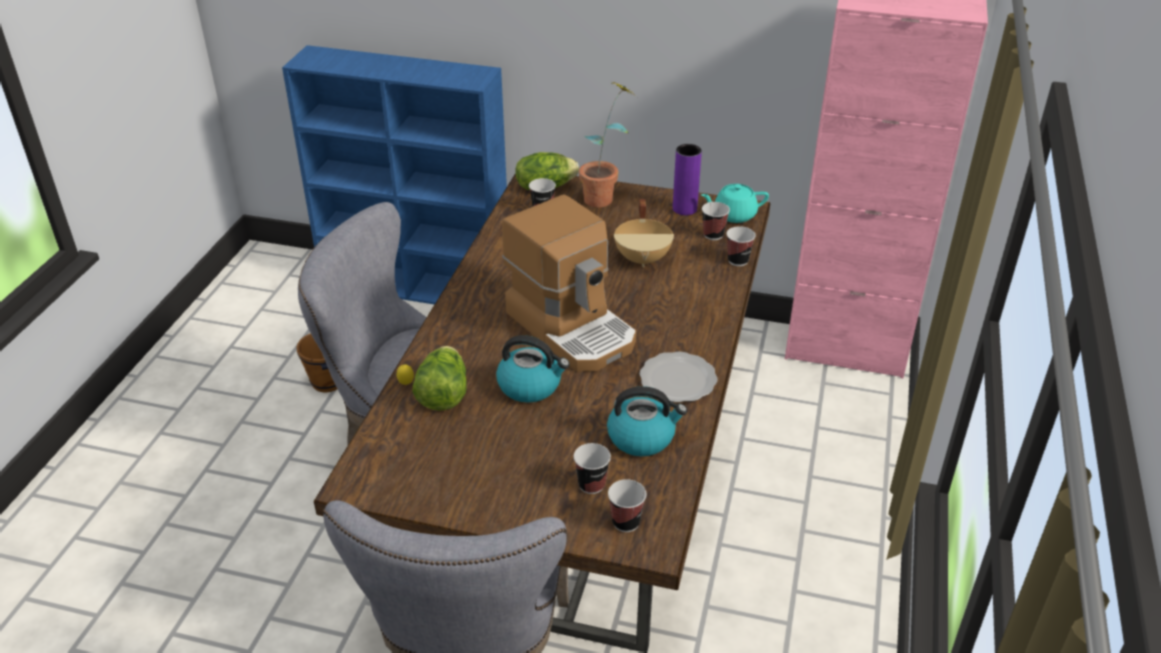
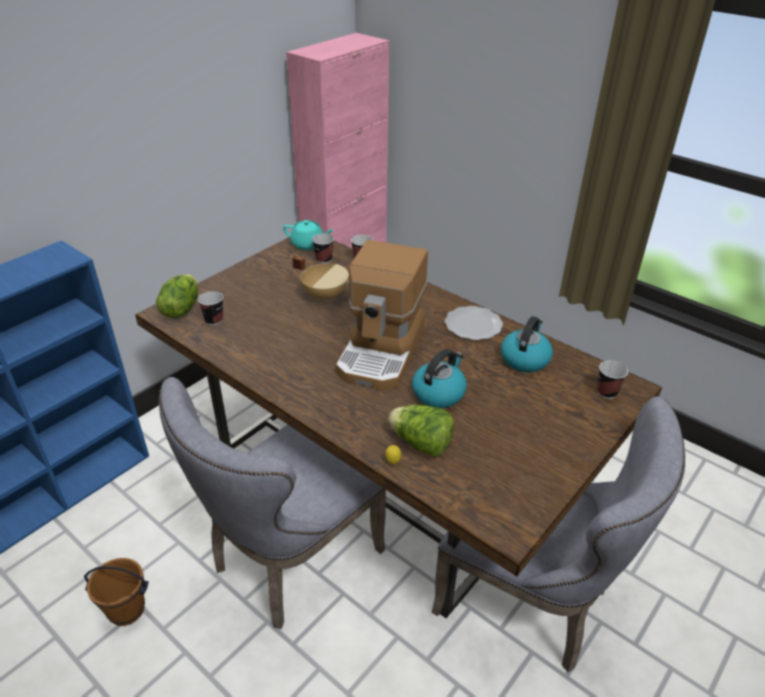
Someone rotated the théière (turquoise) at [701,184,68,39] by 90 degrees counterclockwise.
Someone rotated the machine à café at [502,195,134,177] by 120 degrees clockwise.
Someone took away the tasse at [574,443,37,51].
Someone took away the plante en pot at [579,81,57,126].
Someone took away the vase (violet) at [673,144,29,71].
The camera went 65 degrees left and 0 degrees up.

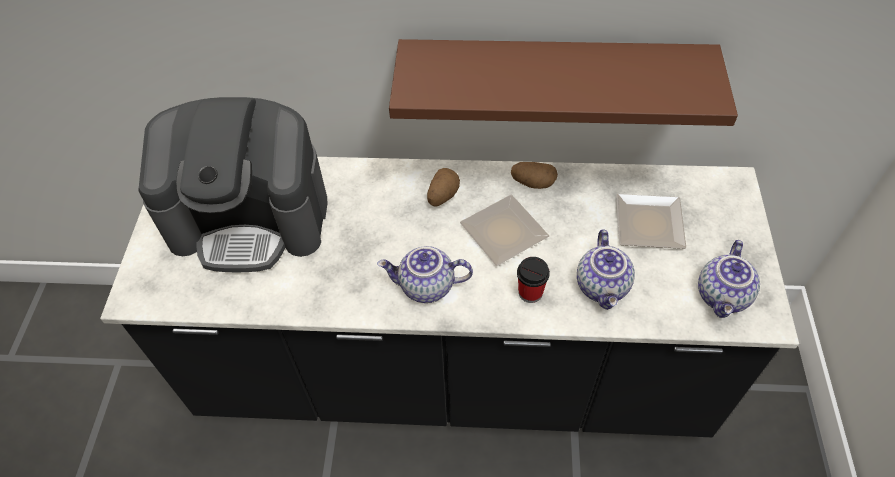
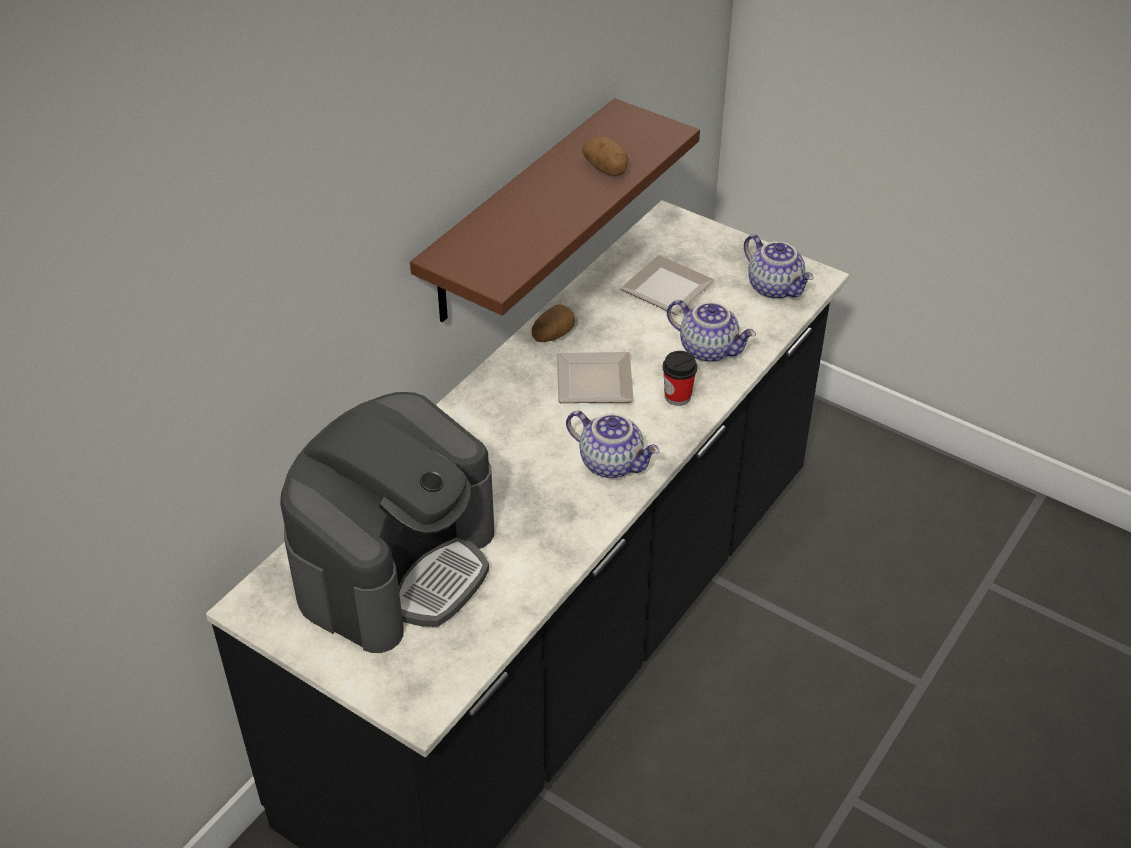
Someone rotated the théière at [377,246,96,57] by 90 degrees counterclockwise.
Someone carried the pomme de terre from [427,168,33,38] to [582,136,46,40].
The camera went 60 degrees left and 10 degrees down.

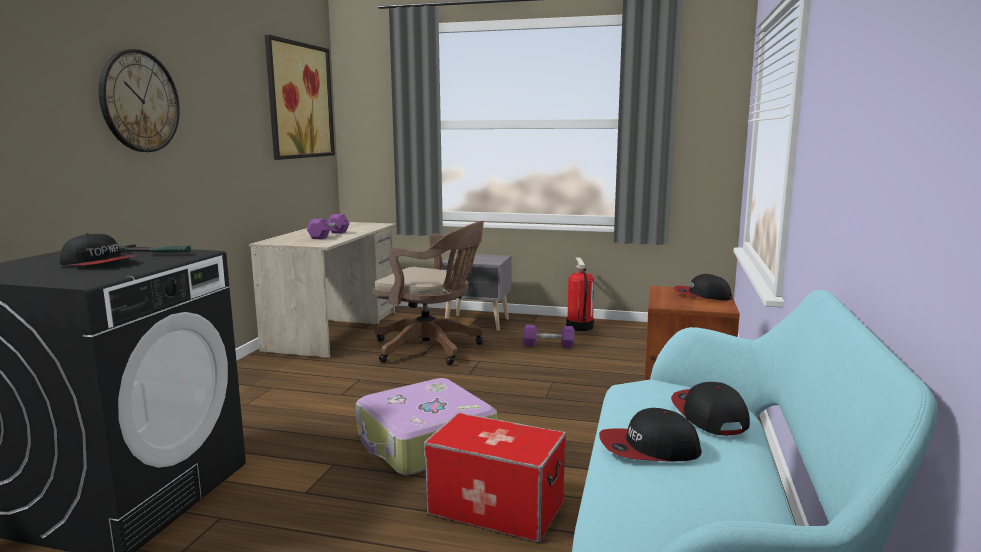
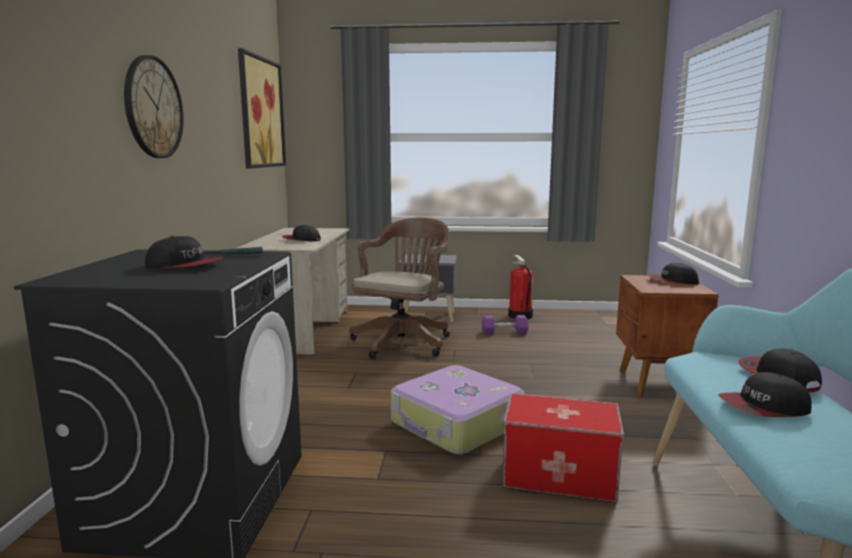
Someone swapped the haltère (violet) at [307,214,43,25] for the casquette at [282,225,39,17].
Someone rotated the chaise de bureau (marron) at [373,221,111,144] by 75 degrees counterclockwise.
The camera went 10 degrees left and 0 degrees up.

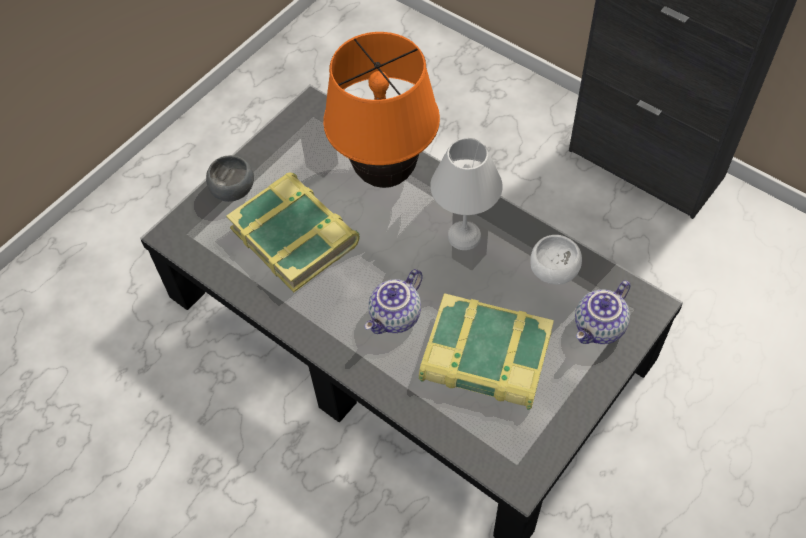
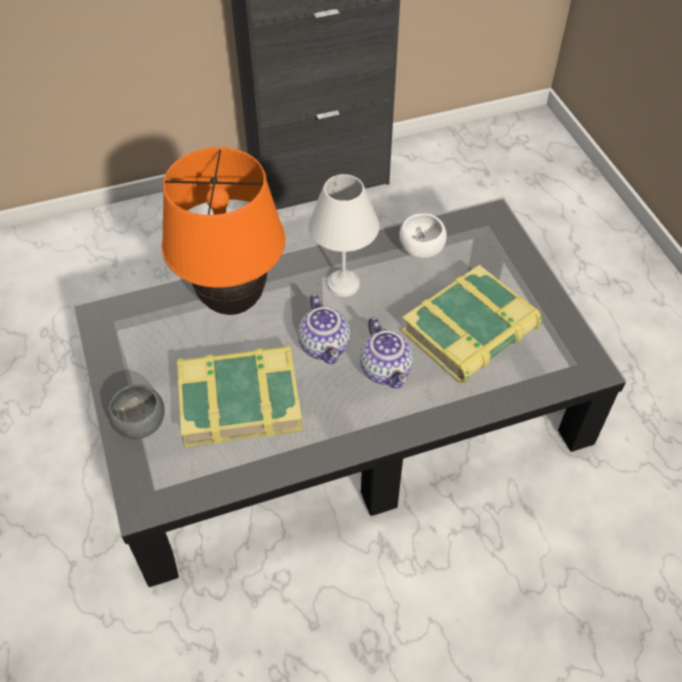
Someone carried the théière from [575,280,55,64] to [298,294,53,70].
The camera went 60 degrees left and 5 degrees down.

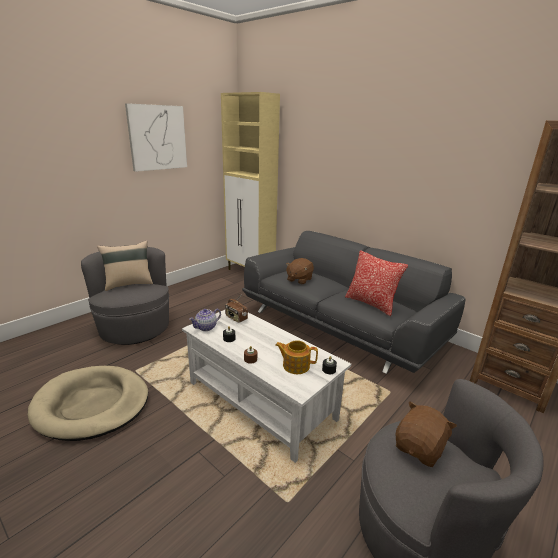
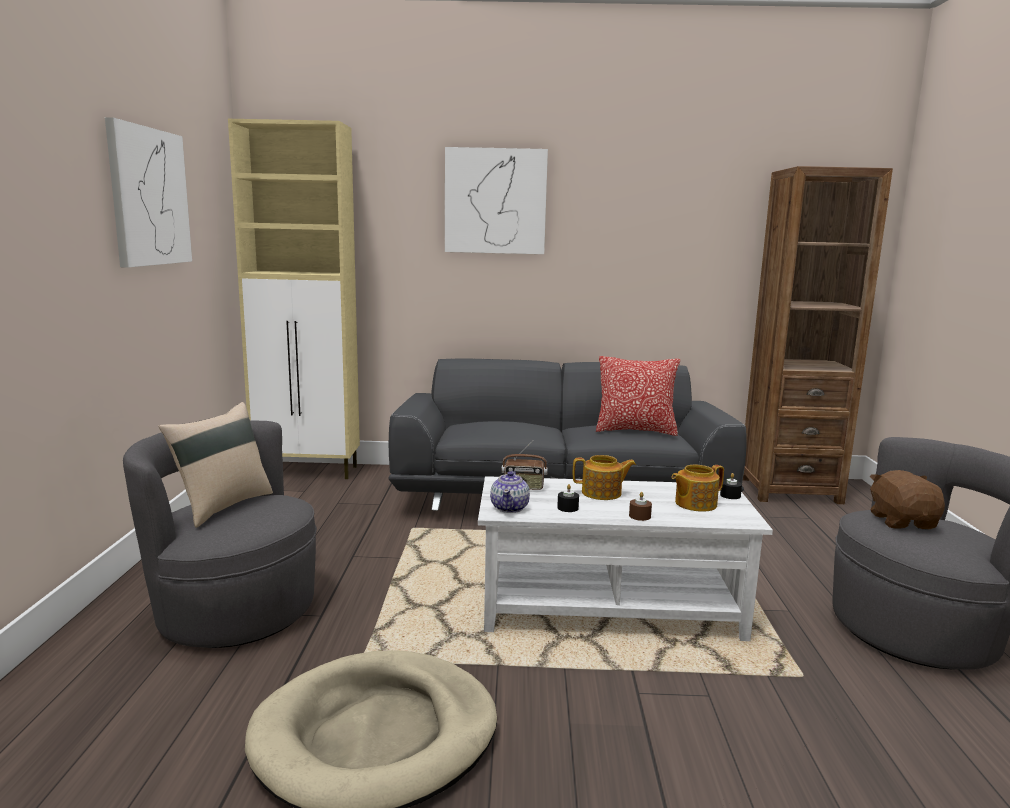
Someone put up the tableau at [445,147,103,107].
Someone put down the théière at [573,455,63,45].
Someone took away the peluche (marron) at [286,258,28,26].
The camera went 40 degrees left and 10 degrees down.

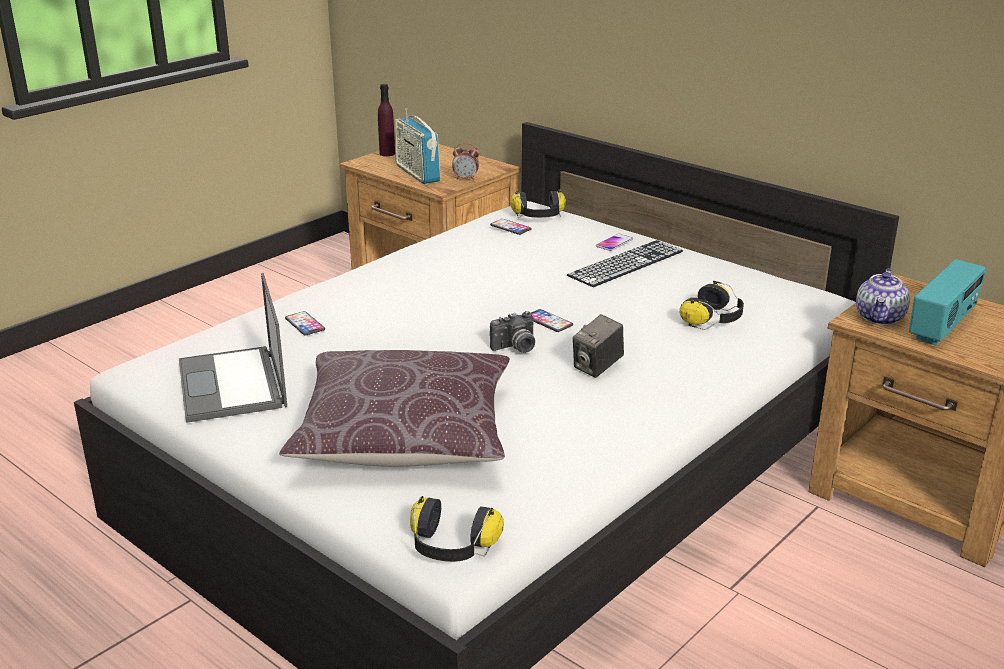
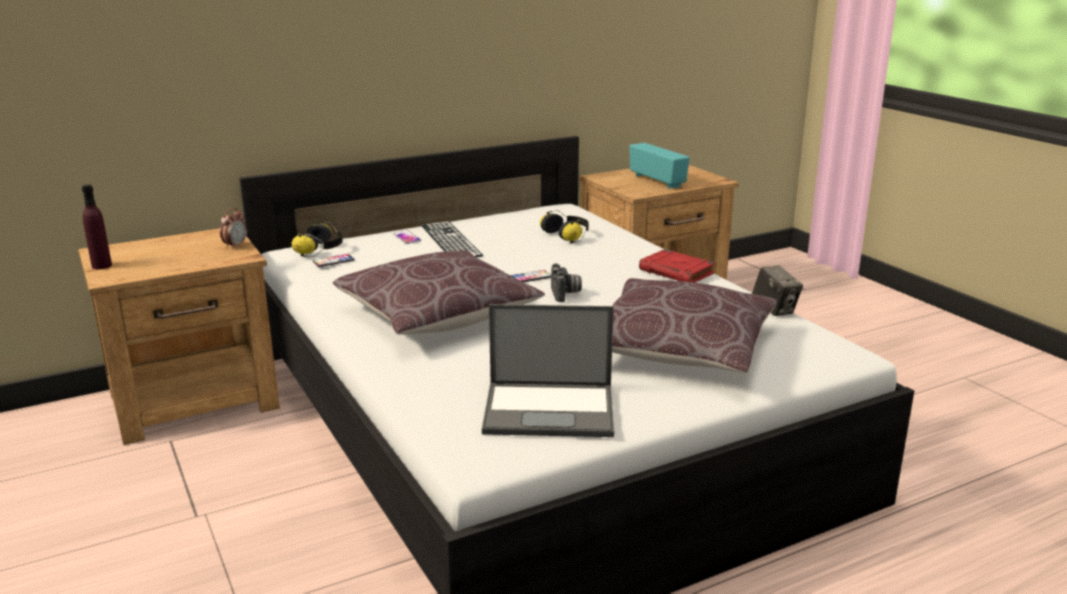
Someone put down the coussin (marron) at [333,250,212,85].
Someone put down the livre (rouge) at [639,249,76,34].
Someone carried the appareil photo from [573,314,51,64] to [752,265,51,51].
Someone took away the téléphone at [285,311,40,25].
Someone took away the radio at [395,108,46,76].
Someone took away the casque audio at [410,496,94,66].
Someone took away the théière at [856,269,54,56].
The camera went 70 degrees left and 5 degrees down.

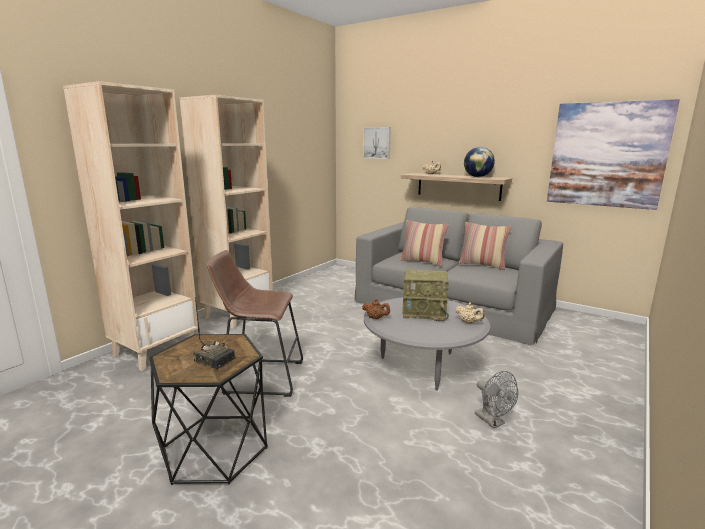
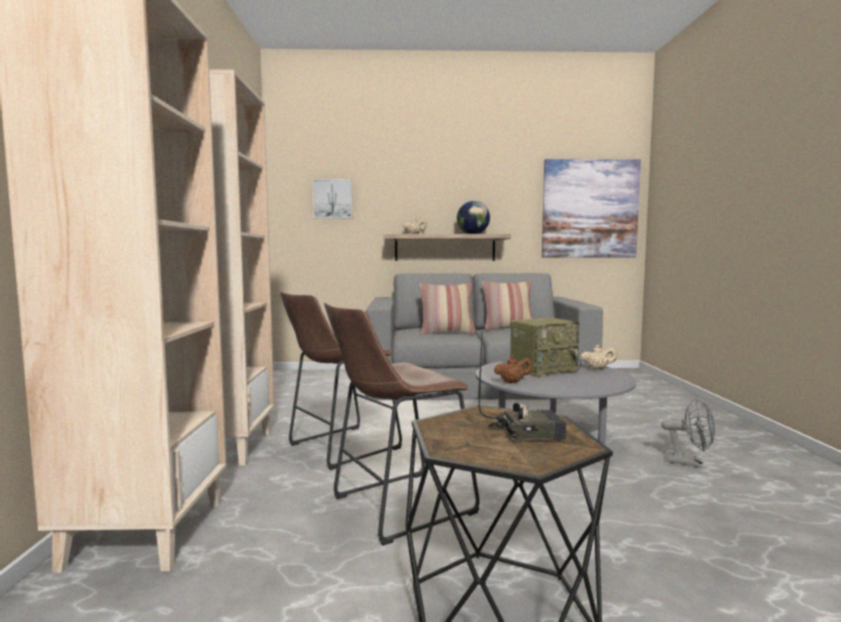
Someone put down the tabouret (marron) at [280,292,122,178].
The camera went 35 degrees left and 10 degrees down.

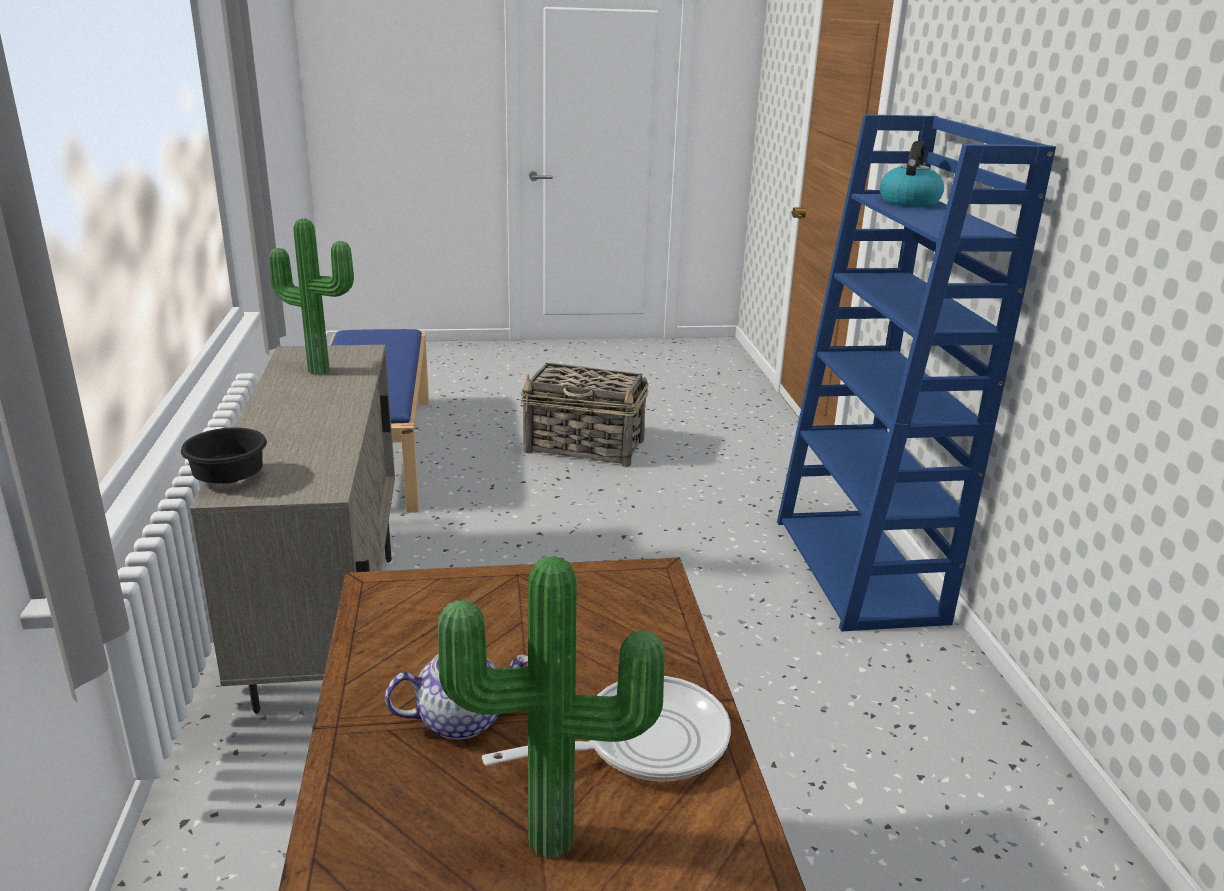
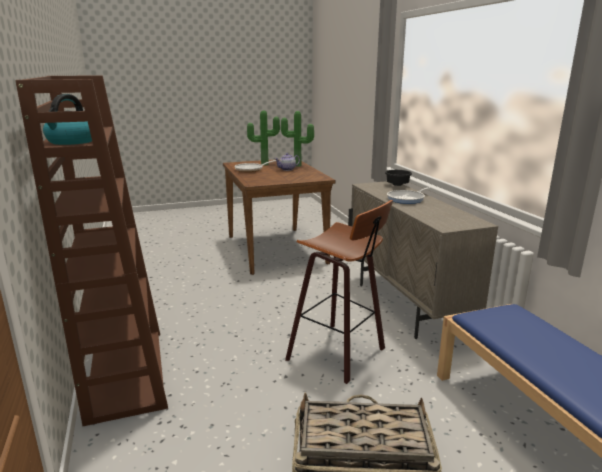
Someone repainted the bibliothèque (bleu) at [777,114,279,518], which became the bibliothèque (marron) at [15,75,153,351].
Someone carried the plante en pot from [269,219,85,156] to [281,111,33,56].
Someone put down the tabouret at [285,200,108,184].
Someone put down the poêle at [387,187,43,17].
The camera went 170 degrees right and 5 degrees down.

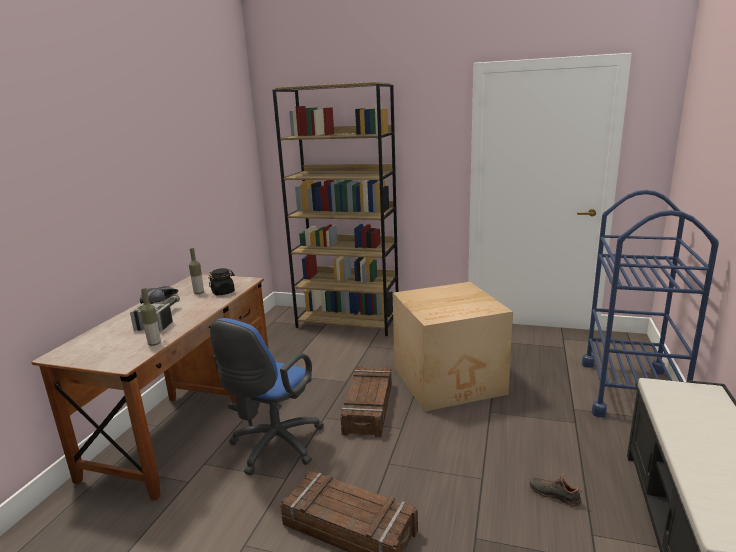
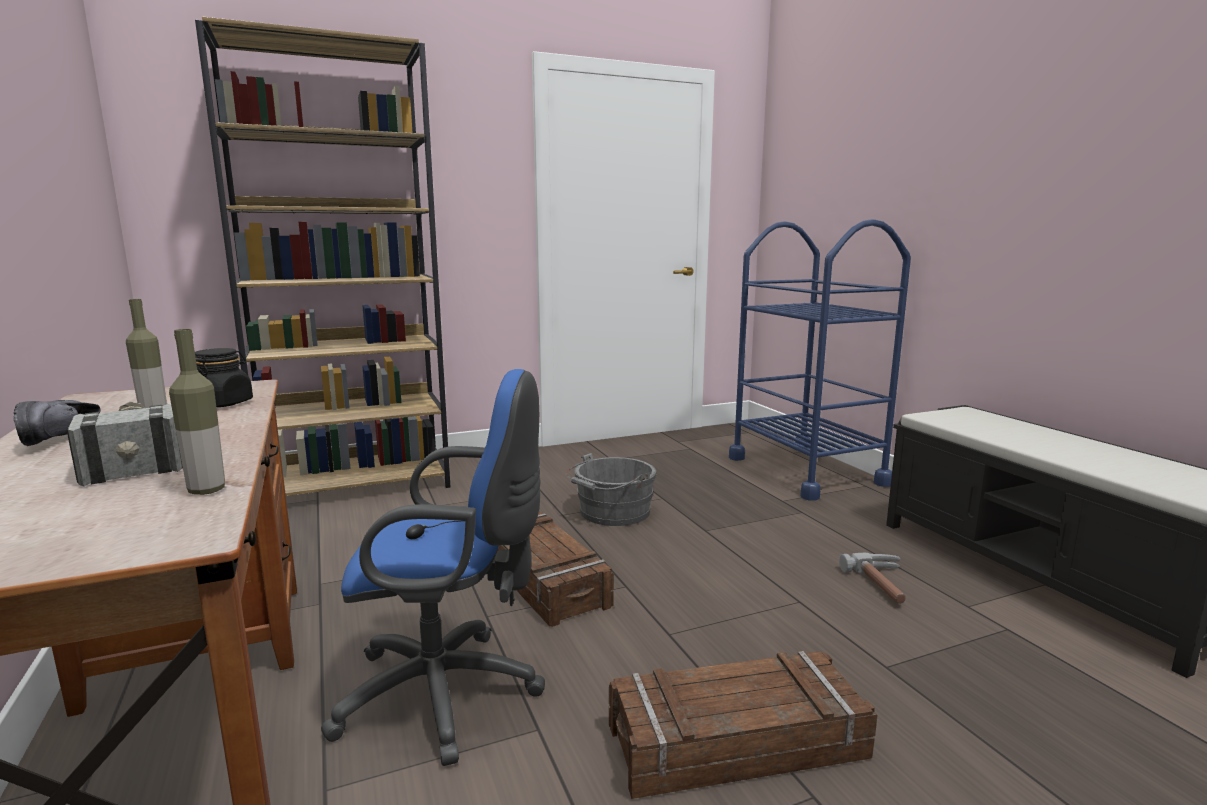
Someone rotated the chaise de bureau (bleu) at [210,318,114,157] by 75 degrees counterclockwise.
Someone swapped the carton at [393,282,120,130] for the seau (gris) at [565,453,91,73].
Someone swapped the chaussure (noir) at [529,474,54,33] for the marteau at [839,553,67,51].
The camera went 40 degrees left and 5 degrees down.

